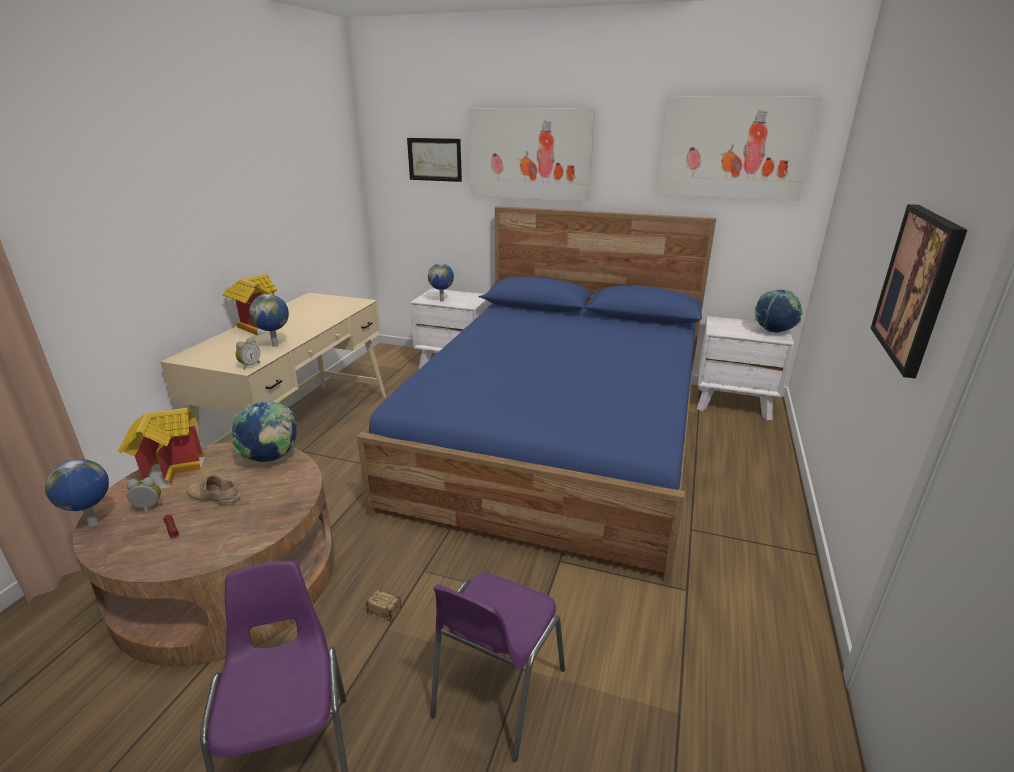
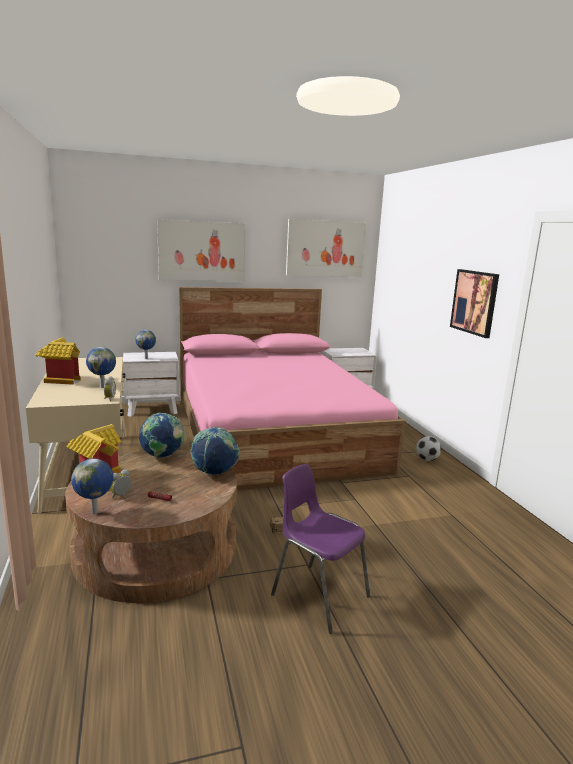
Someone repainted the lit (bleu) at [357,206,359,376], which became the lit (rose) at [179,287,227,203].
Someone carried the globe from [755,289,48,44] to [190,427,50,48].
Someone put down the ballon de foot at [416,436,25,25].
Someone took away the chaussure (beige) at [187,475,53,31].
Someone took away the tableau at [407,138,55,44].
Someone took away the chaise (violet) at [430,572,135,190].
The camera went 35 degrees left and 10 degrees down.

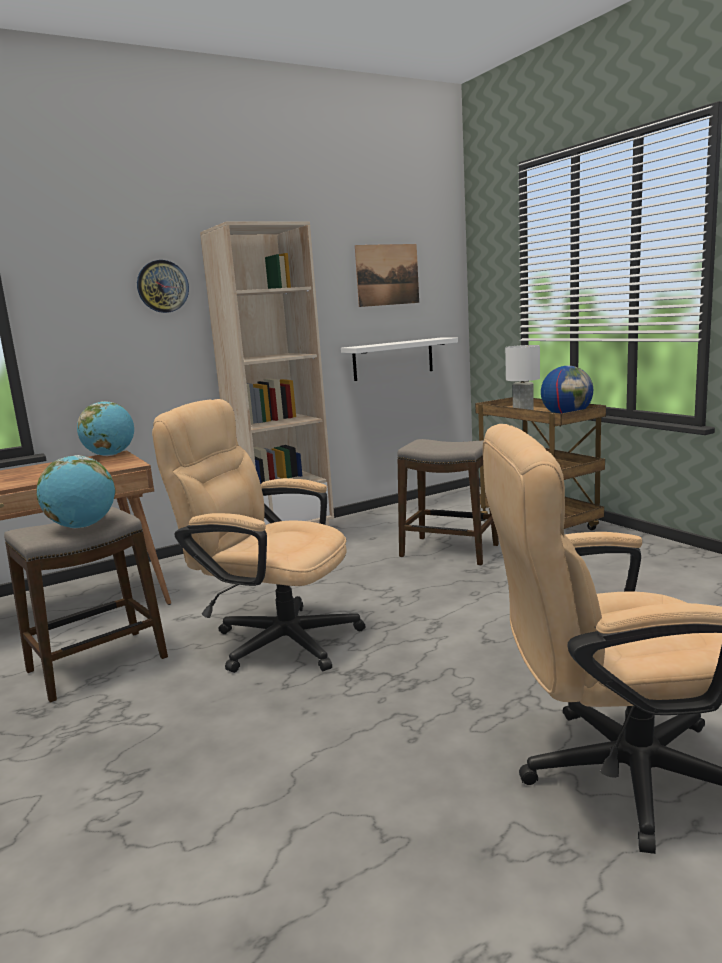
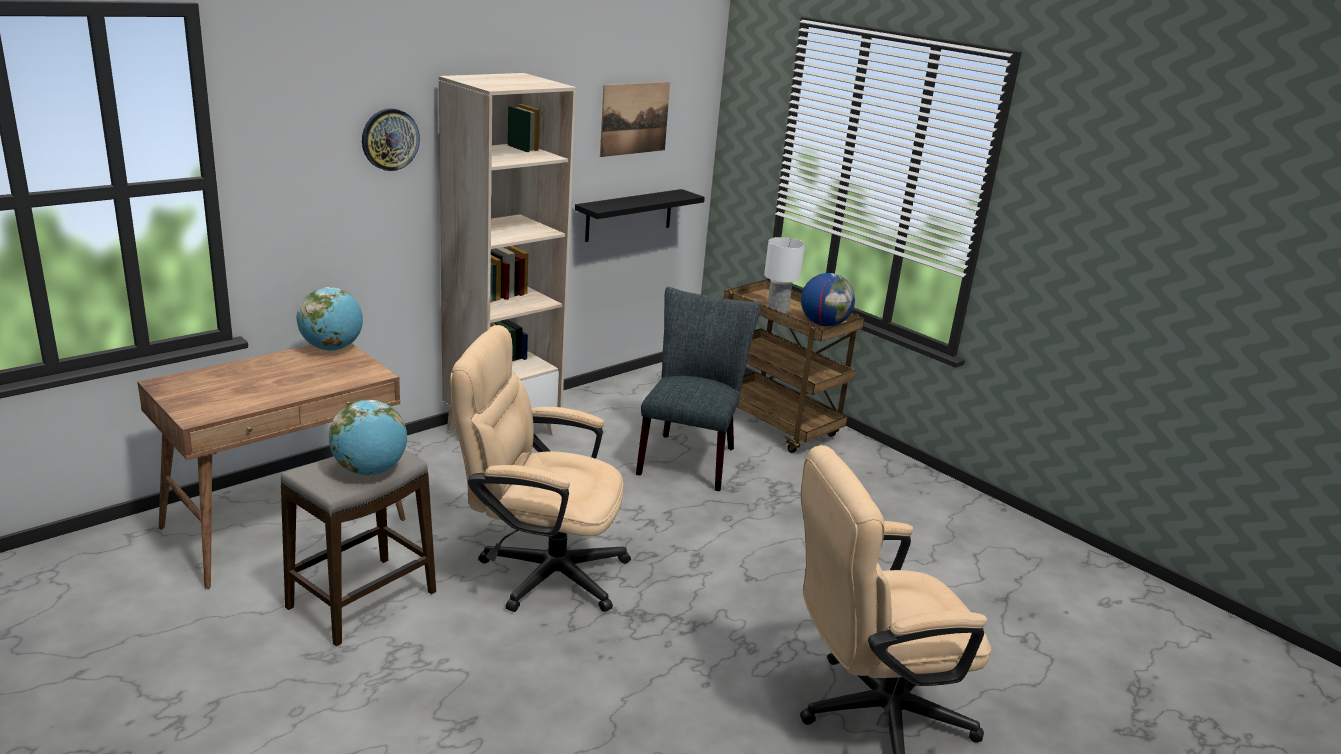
Someone repainted the étagère (blanc) at [341,338,117,43], which became the étagère (noir) at [575,189,130,53].
Someone swapped the tabouret at [397,439,102,127] for the chaise (gris) at [636,287,125,204].
The camera went 15 degrees left and 10 degrees up.

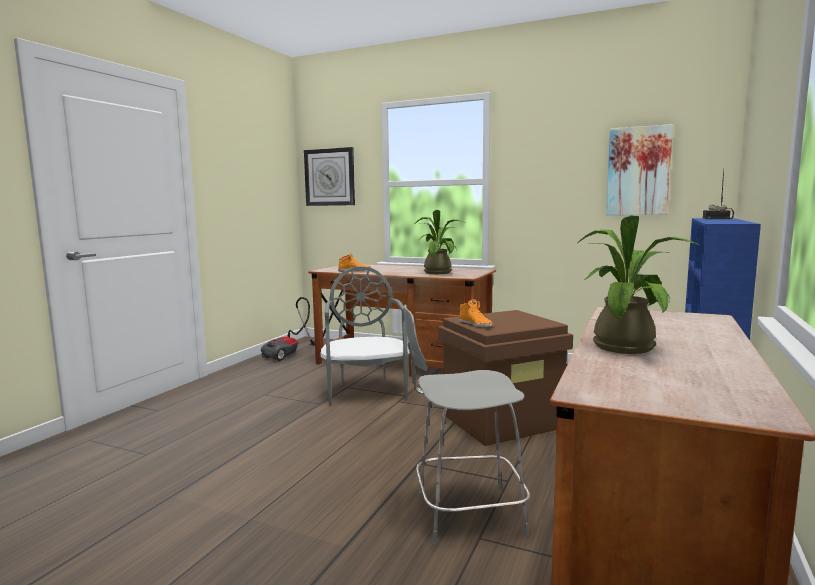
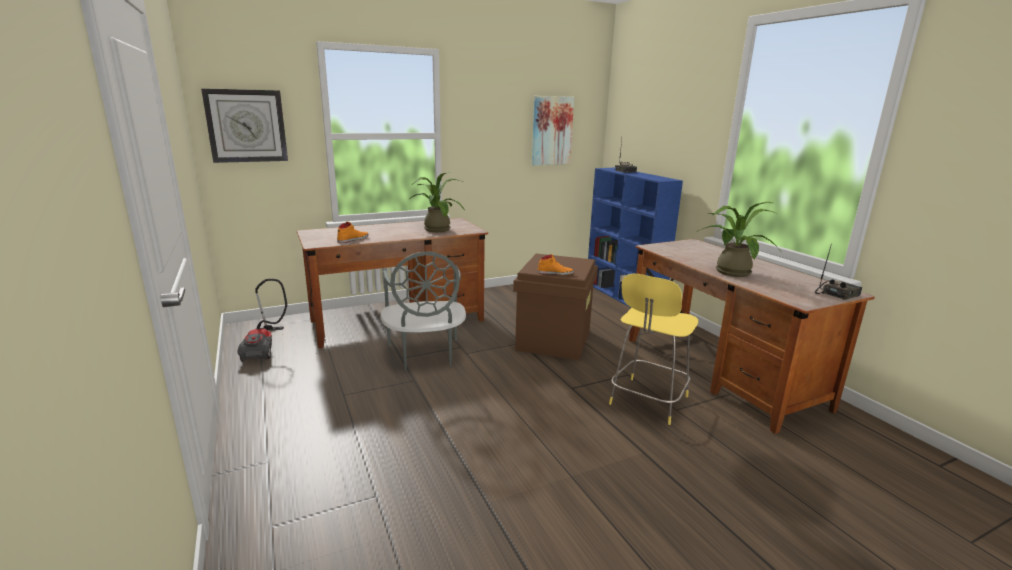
Someone rotated the chaise (gris) at [320,266,89,140] by 135 degrees counterclockwise.
Someone repainted the tabouret (gris) at [403,305,127,240], which became the tabouret (jaune) at [609,274,89,151].
Someone put down the radio at [815,243,47,57].
The camera went 50 degrees left and 10 degrees up.

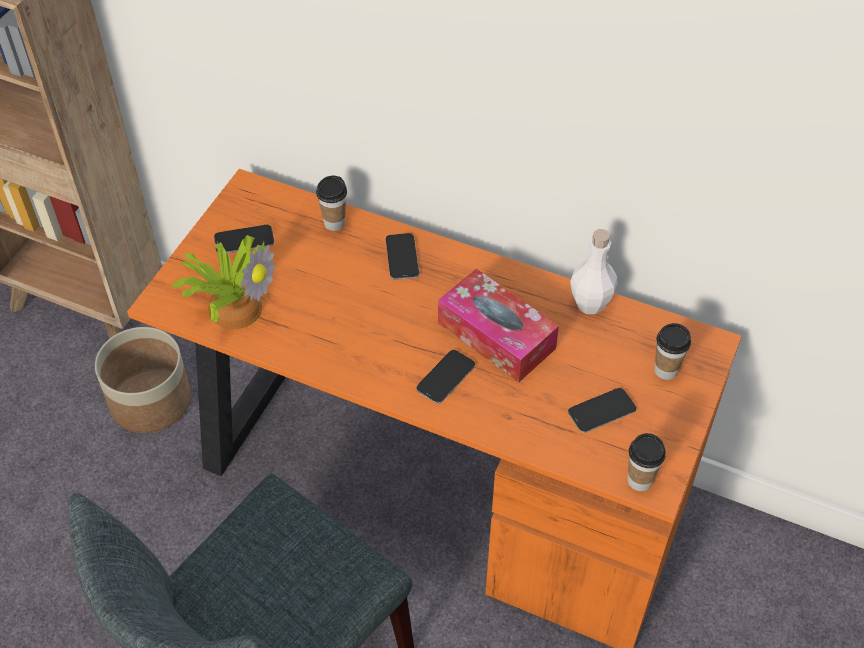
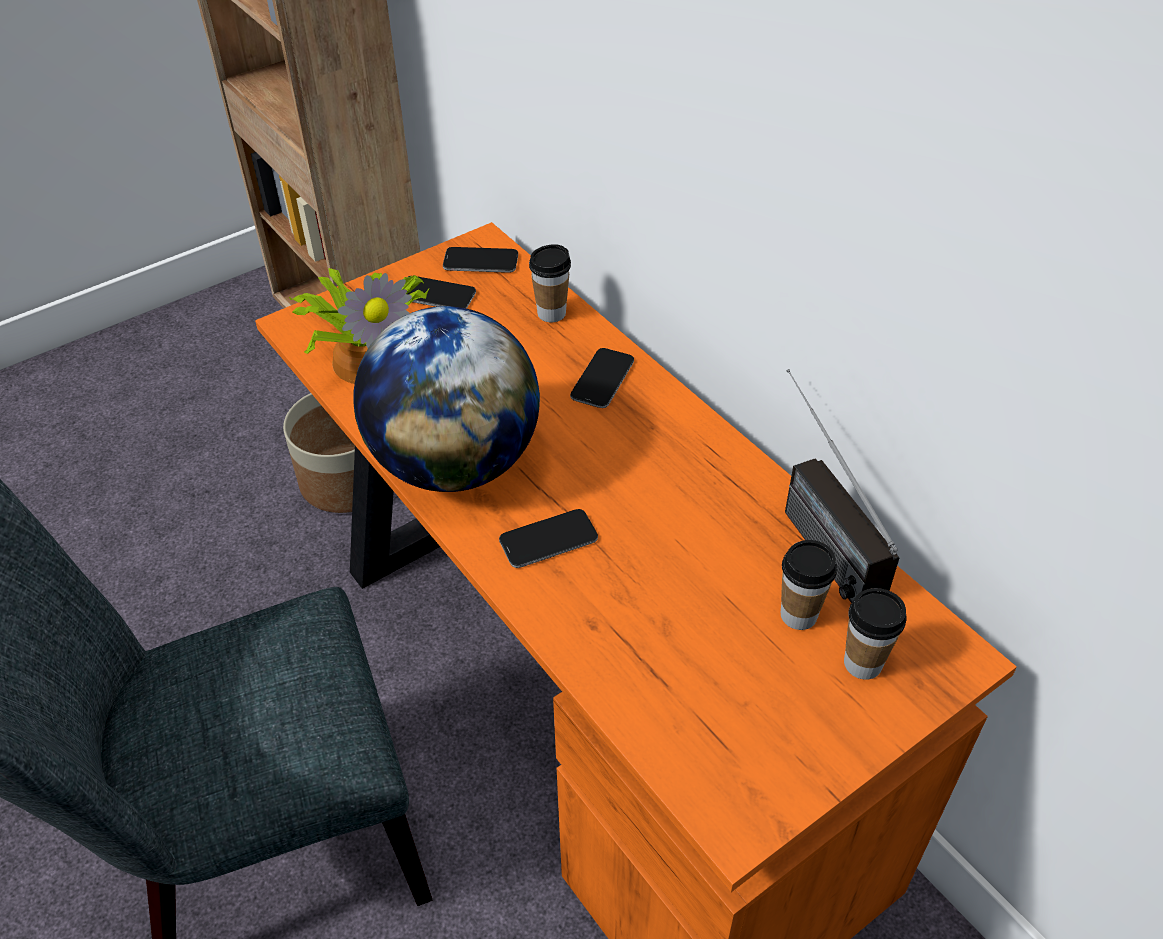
Someone put down the globe at [353,306,187,186].
Someone carried the téléphone from [568,388,68,45] to [443,247,75,26].
Someone carried the tasse from [627,433,39,58] to [781,540,56,90].
Someone swapped the bouteille (blanc) at [570,229,48,85] for the radio at [785,369,115,234].
Someone took away the boîte à mouchoirs at [438,268,121,114].
The camera went 30 degrees right and 5 degrees down.

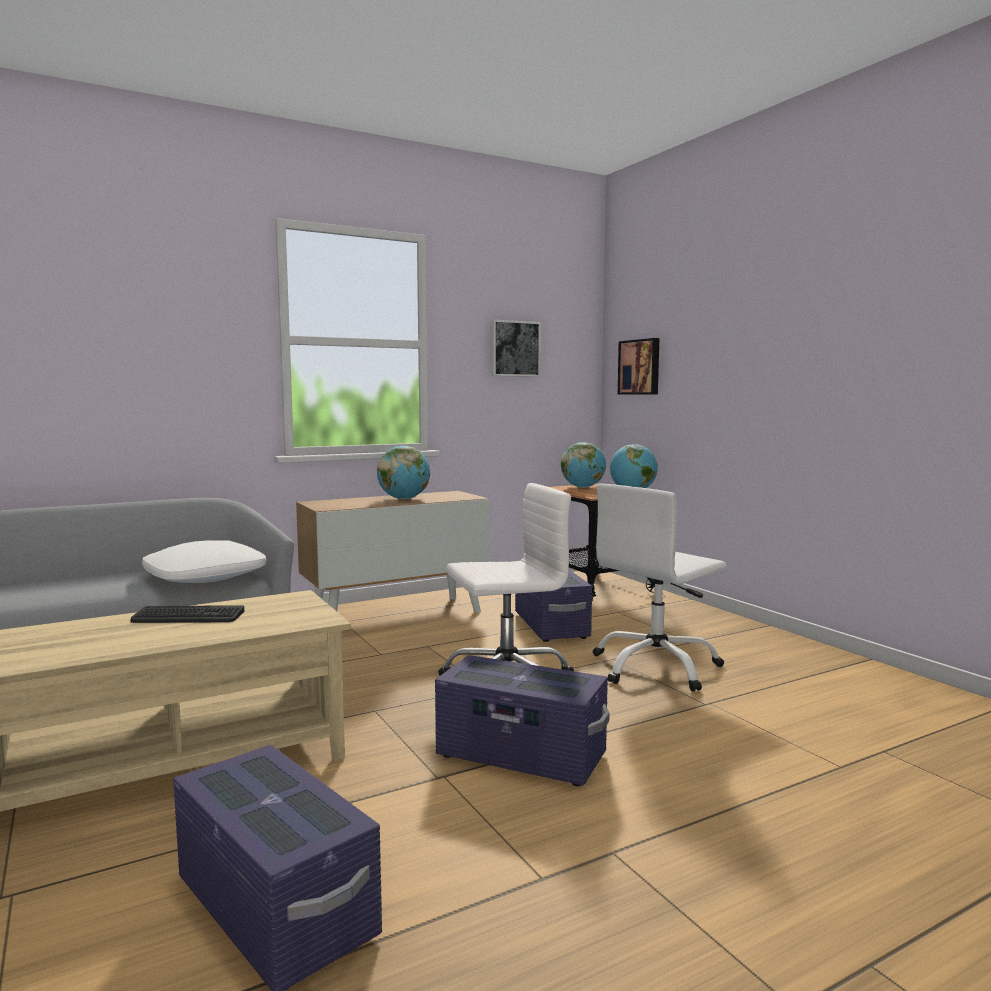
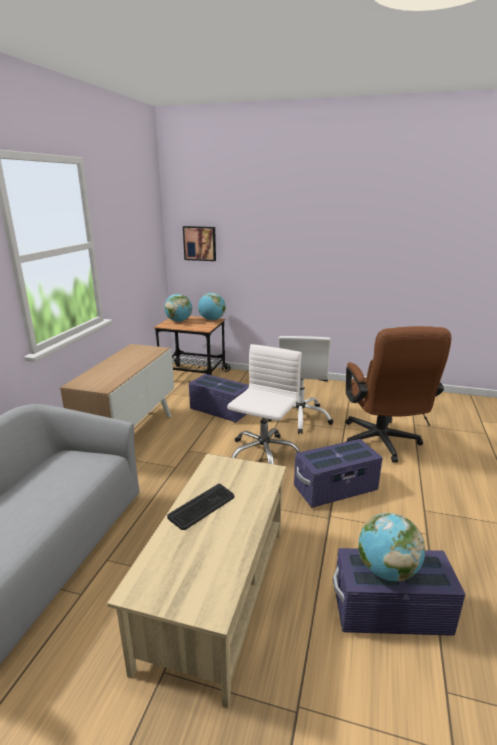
Someone put down the chaise de bureau (marron) at [345,326,106,137].
Someone carried the globe from [377,446,53,53] to [358,513,67,68].
Someone took away the coussin (blanc) at [142,540,125,43].
Someone took away the tableau at [491,320,50,57].
The camera went 45 degrees left and 15 degrees up.

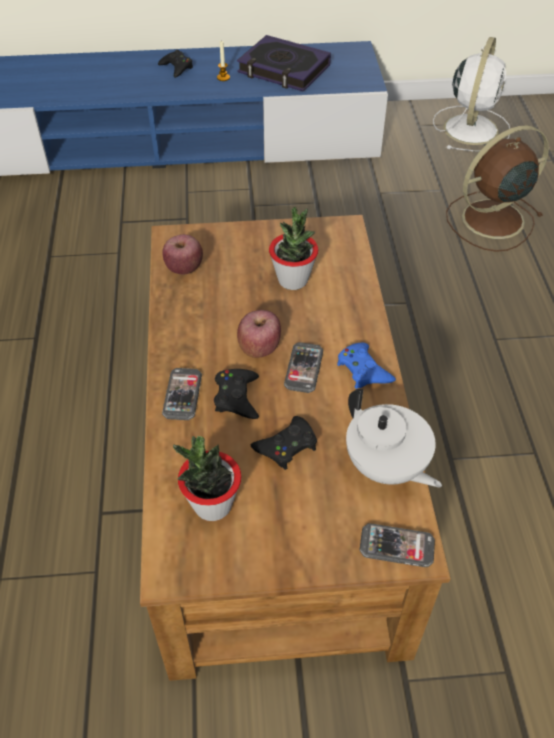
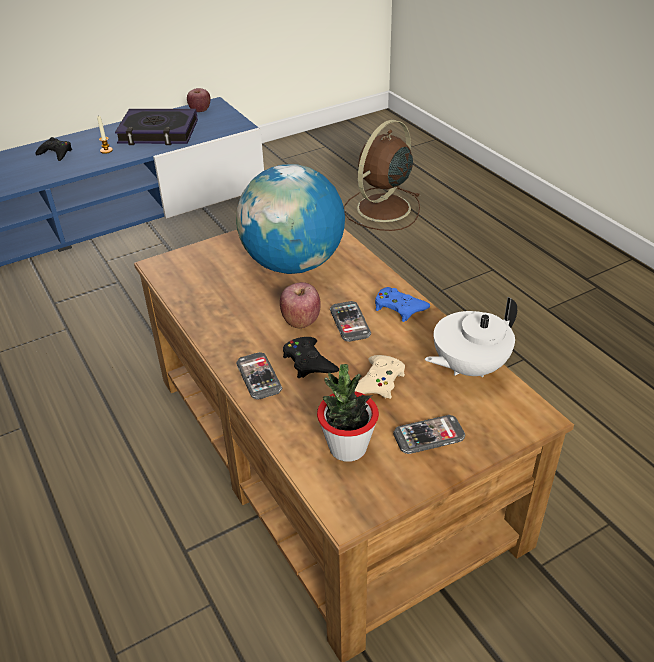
Someone carried the pomme from [162,234,41,41] to [187,88,23,24].
Someone swapped the plante en pot at [269,207,49,83] for the globe at [236,164,109,110].
Someone repainted the manette (noir) at [251,416,66,54], which became the manette (beige) at [355,355,50,44].
Someone carried the téléphone from [360,523,75,44] to [393,415,72,39].
Someone rotated the théière (blanc) at [346,389,96,99] by 120 degrees clockwise.
Someone took away the ventilateur (blanc) at [433,37,77,114].
The camera went 25 degrees left and 10 degrees down.

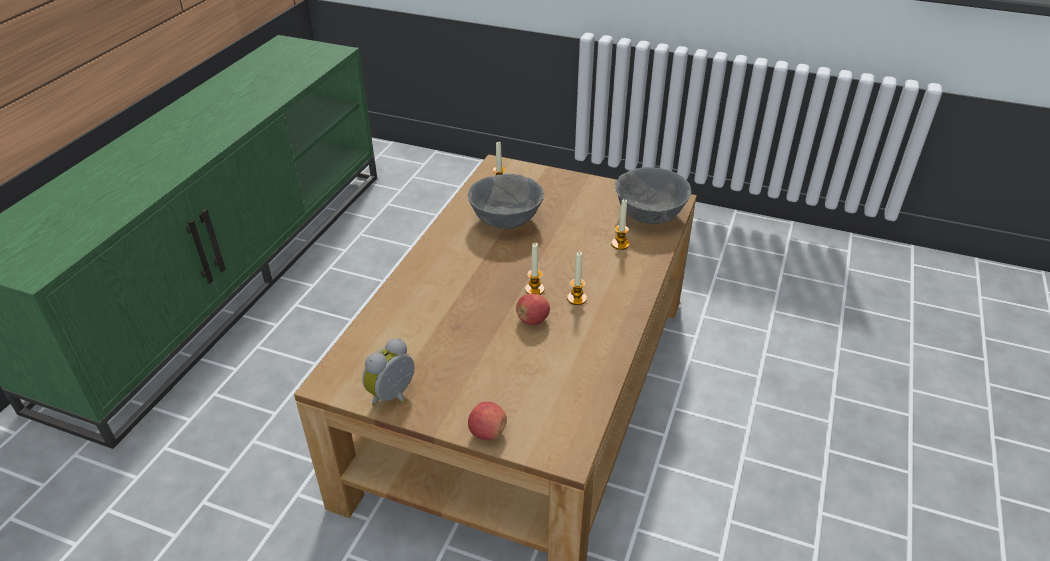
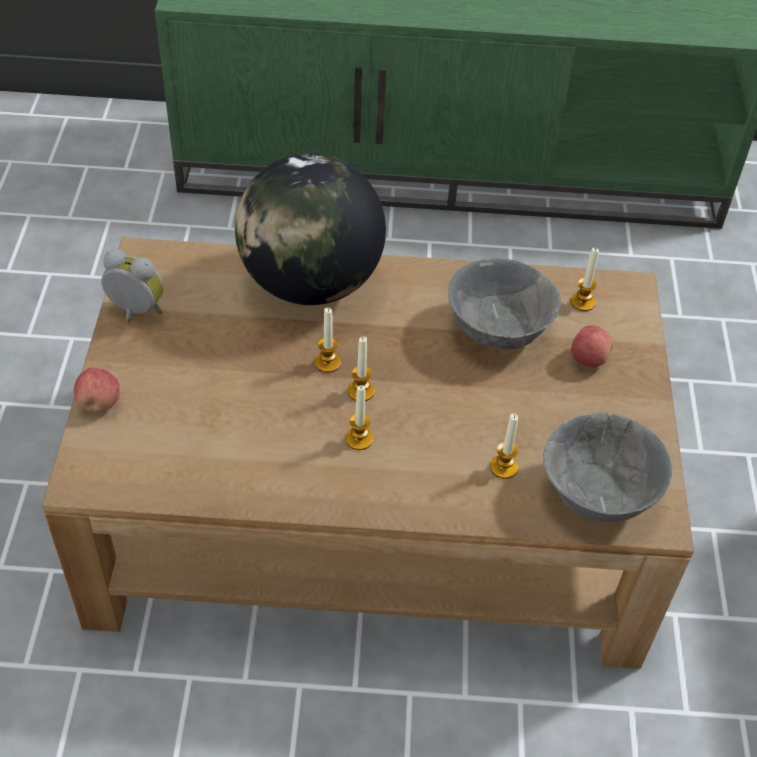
Someone put down the globe at [235,153,151,152].
Someone put down the bougie at [315,308,26,65].
Someone carried the pomme from [516,294,34,31] to [571,325,42,42].
The camera went 70 degrees right and 10 degrees up.

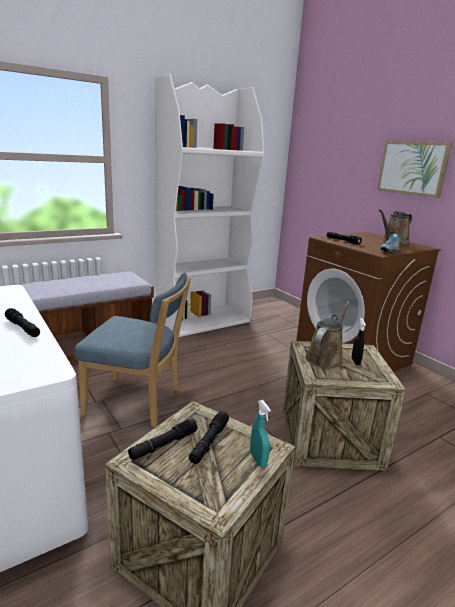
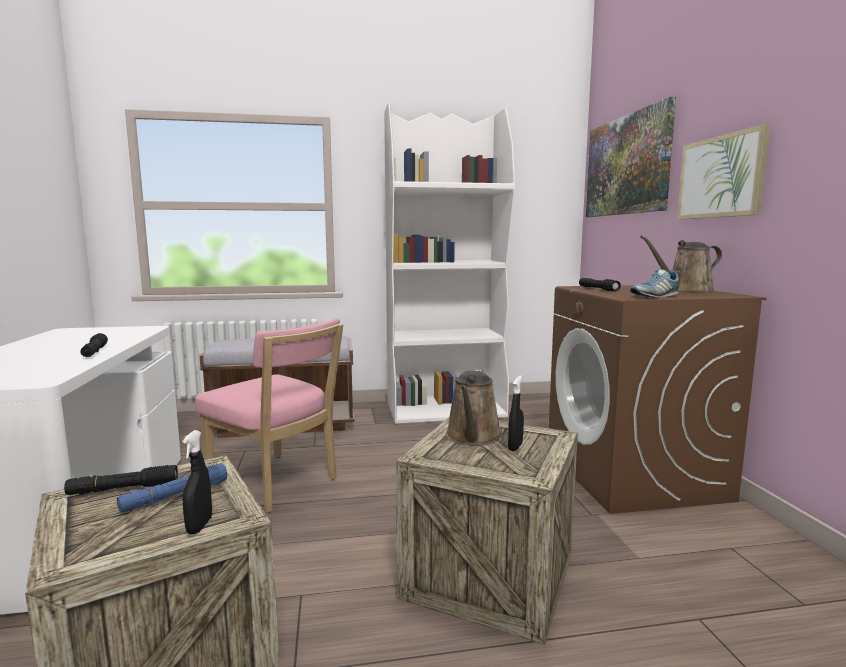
Someone repainted the lampe de poche (noir) at [189,411,40,53], which became the lampe de poche (bleu) at [117,464,110,48].
Someone repainted the vaporisateur (turquoise) at [250,400,21,67], which became the vaporisateur (noir) at [182,430,30,104].
Someone repainted the chaise (bleu) at [75,273,116,154], which became the chaise (rose) at [195,318,148,195].
Someone rotated the arrosoir (marron) at [305,301,45,67] by 135 degrees clockwise.
Someone put up the tableau at [586,97,90,120].
The camera went 25 degrees right and 10 degrees down.

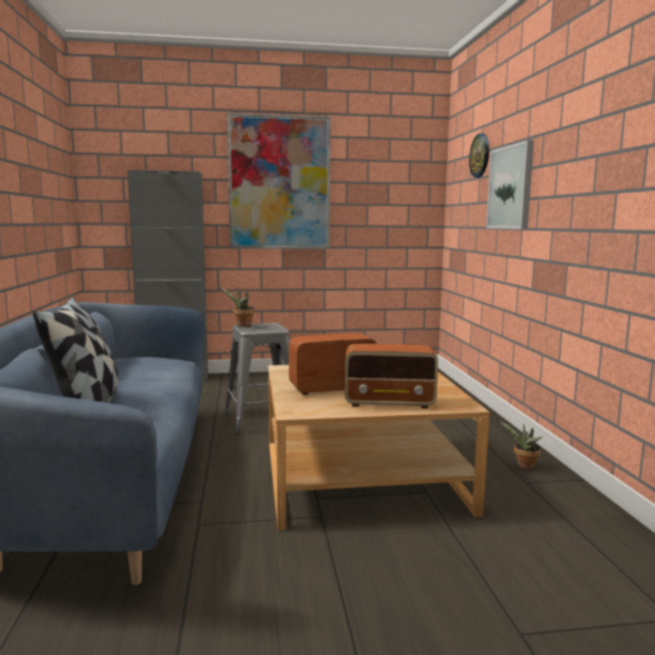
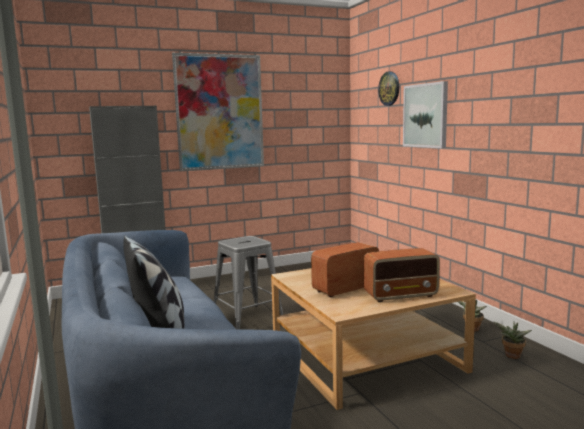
Someone carried the plante en pot from [220,287,35,40] to [494,322,38,37].
The camera went 15 degrees left and 0 degrees up.

